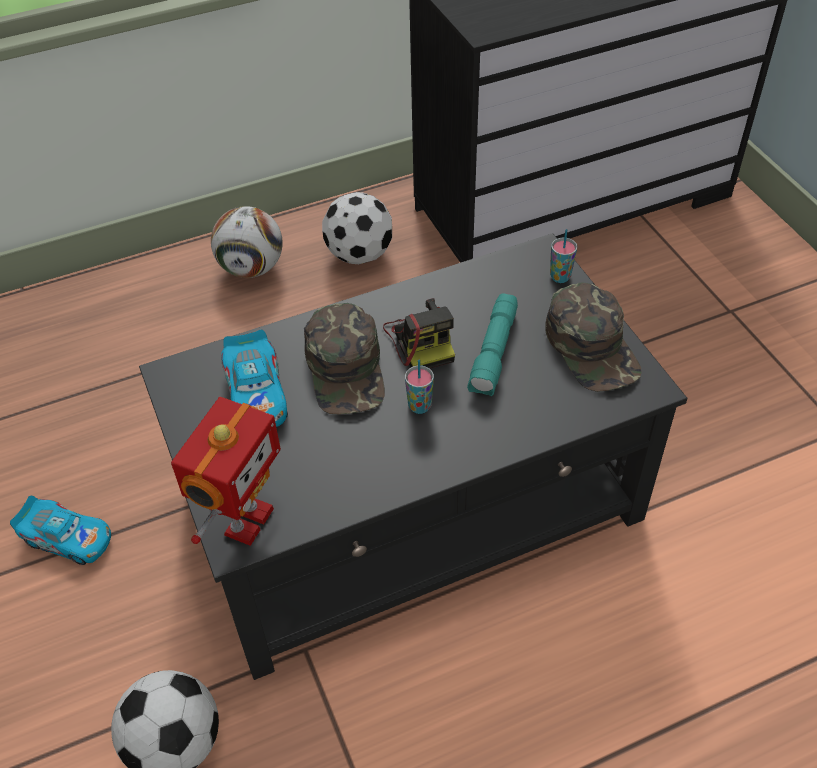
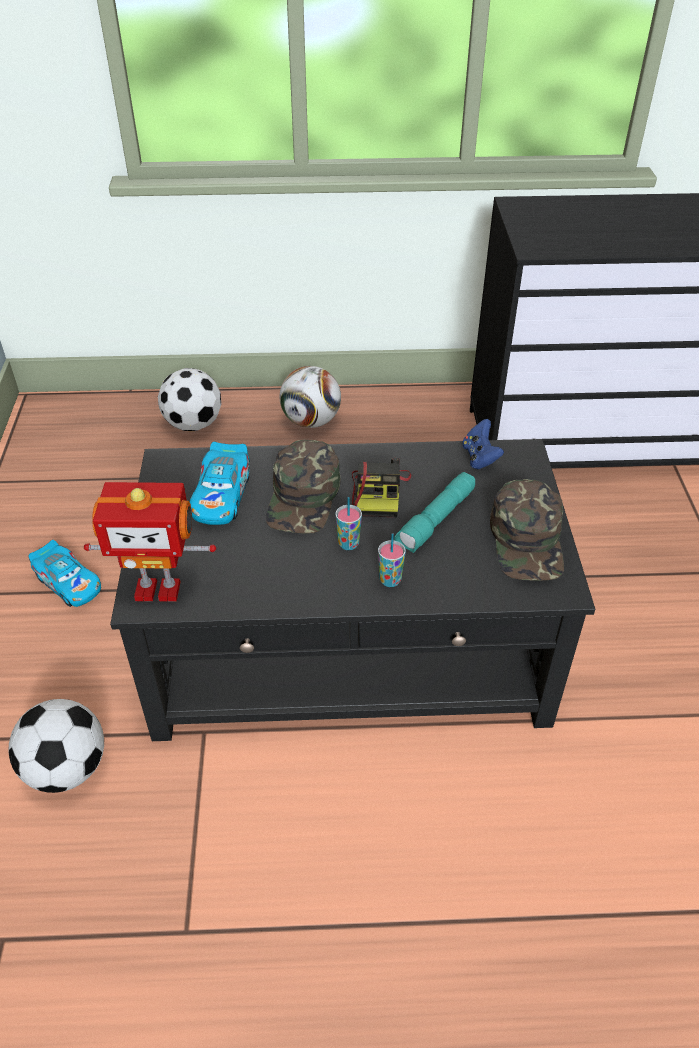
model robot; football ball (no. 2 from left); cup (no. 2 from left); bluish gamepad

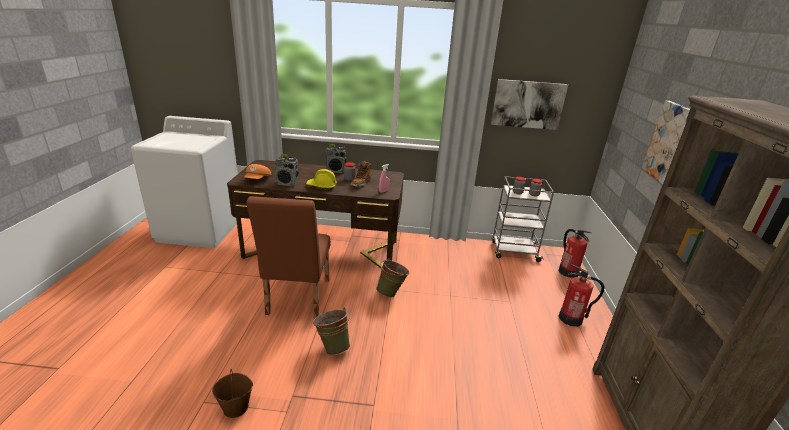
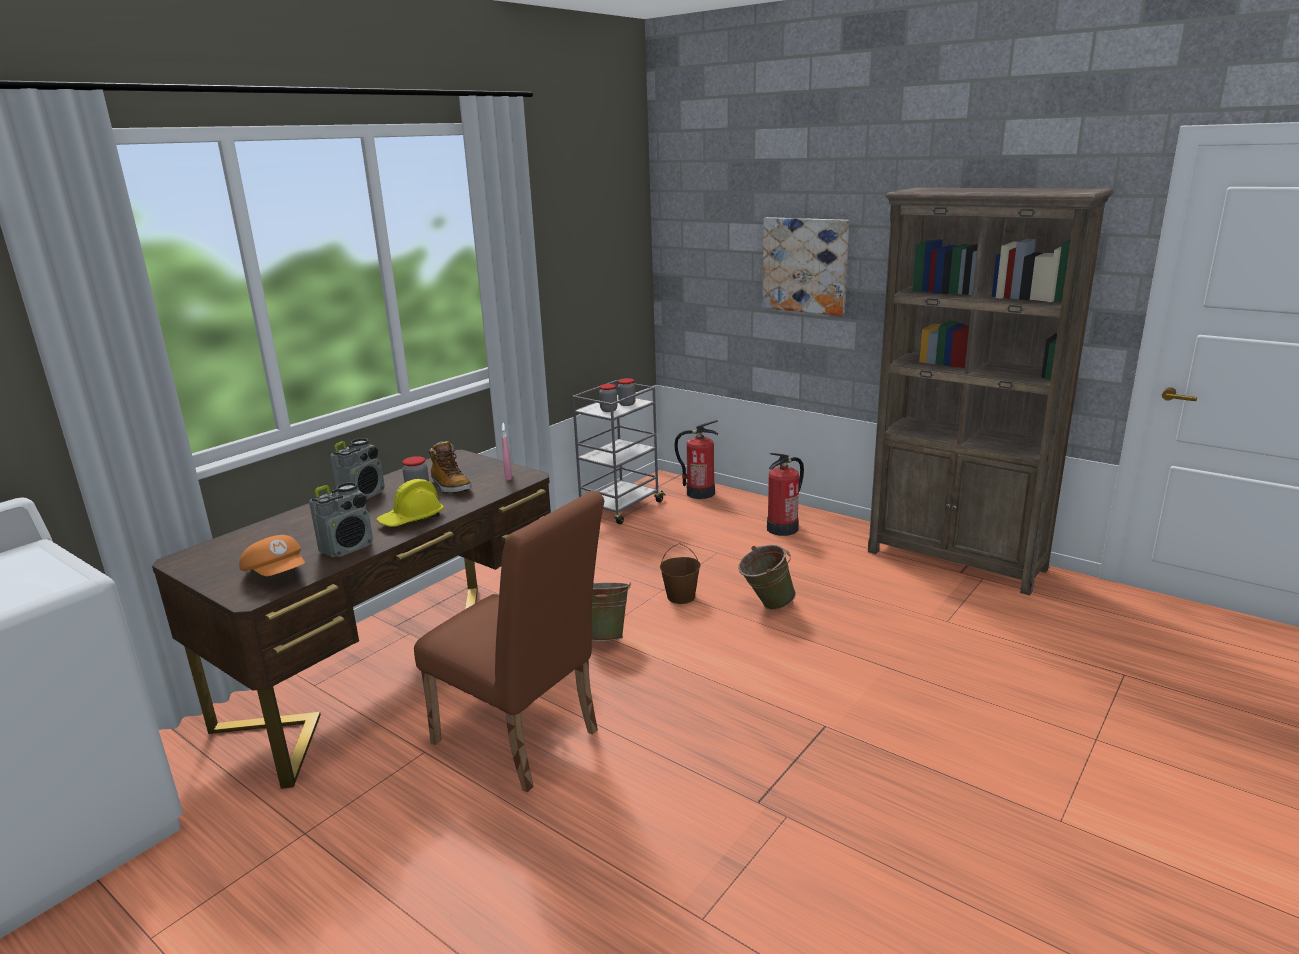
brown-coloured pail; green pail (no. 2 from left); picture (no. 1 from left in the first image)

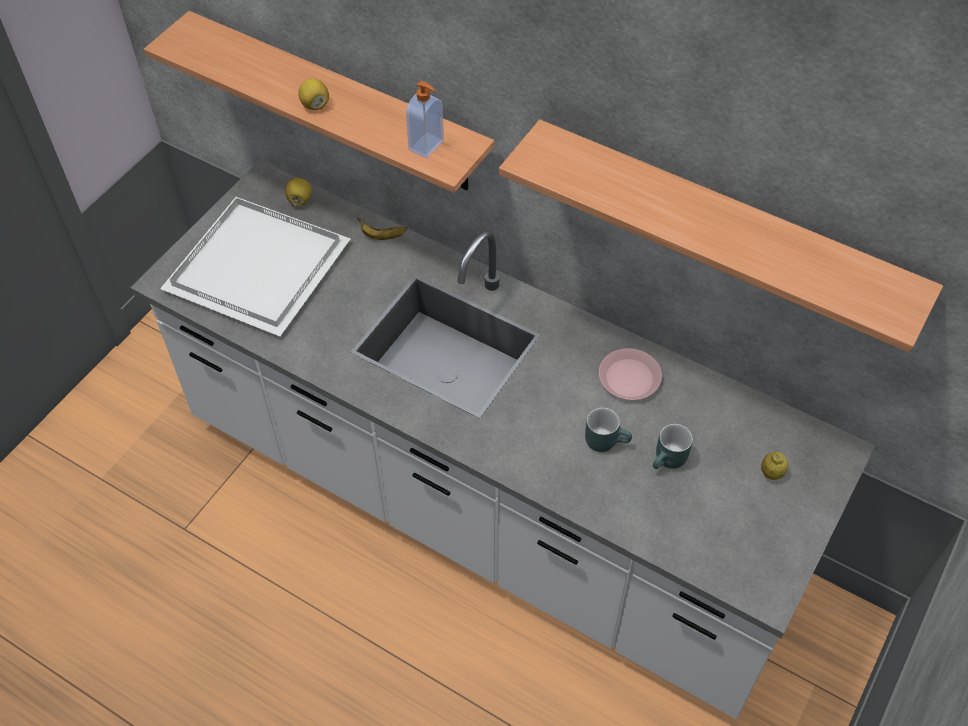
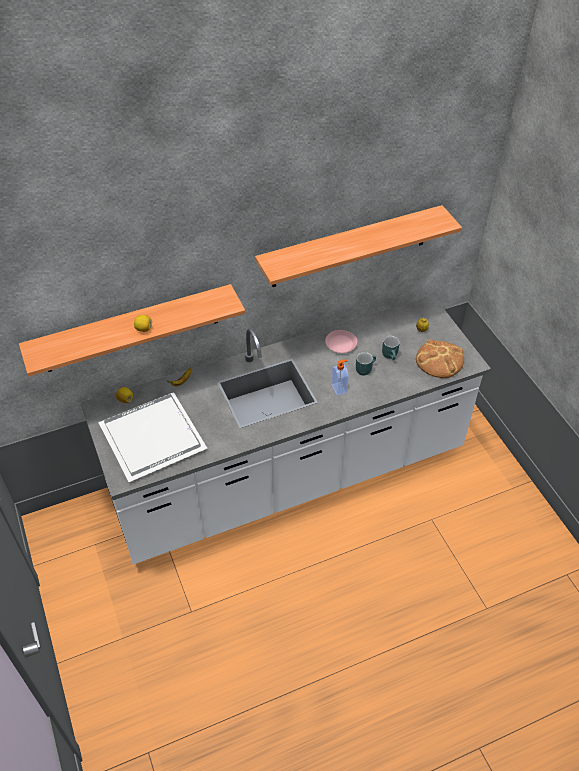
soap bottle; baked bread

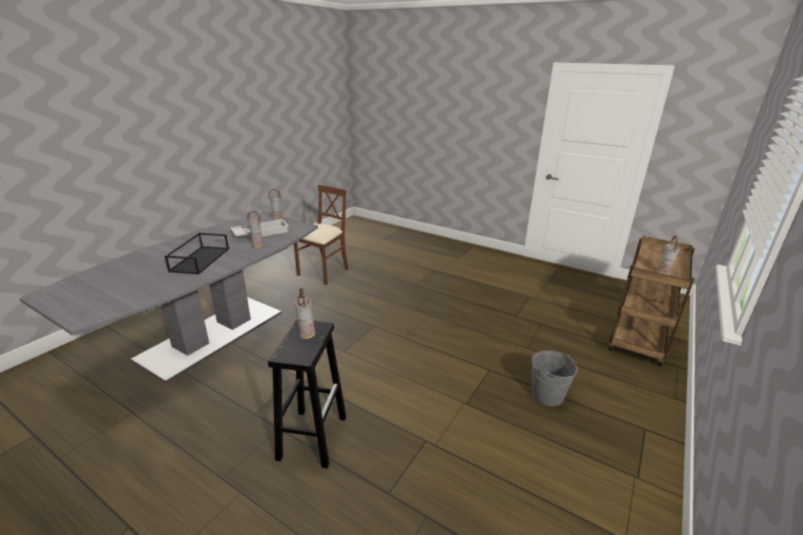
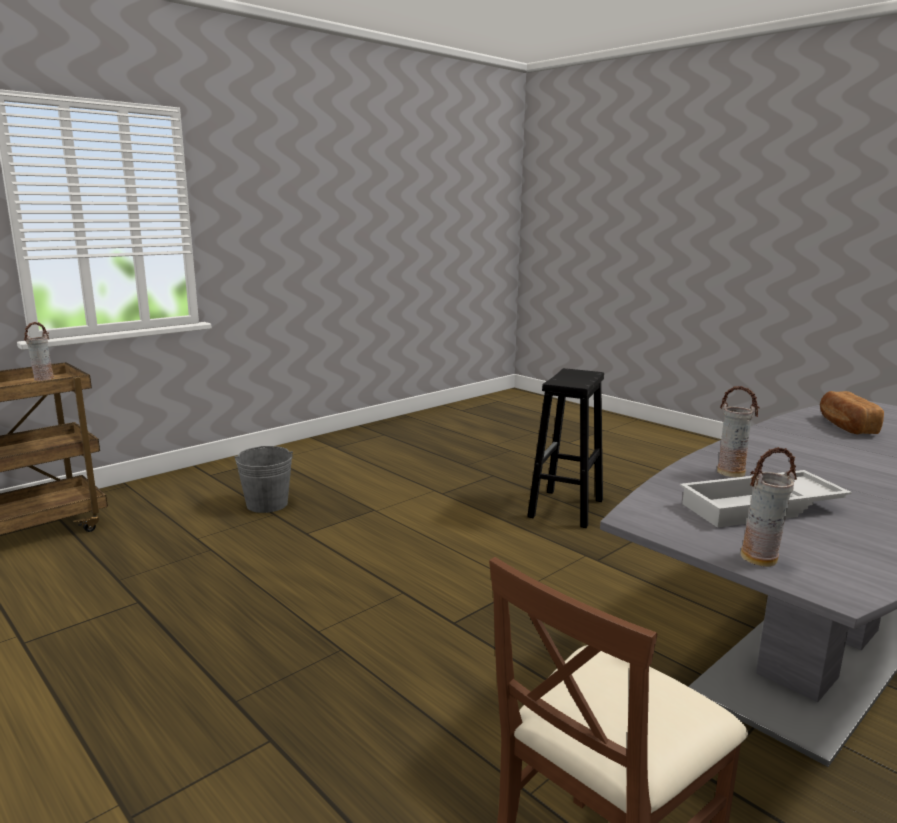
black serving tray; decorative vase (no. 3 from left in the first image); baked bread

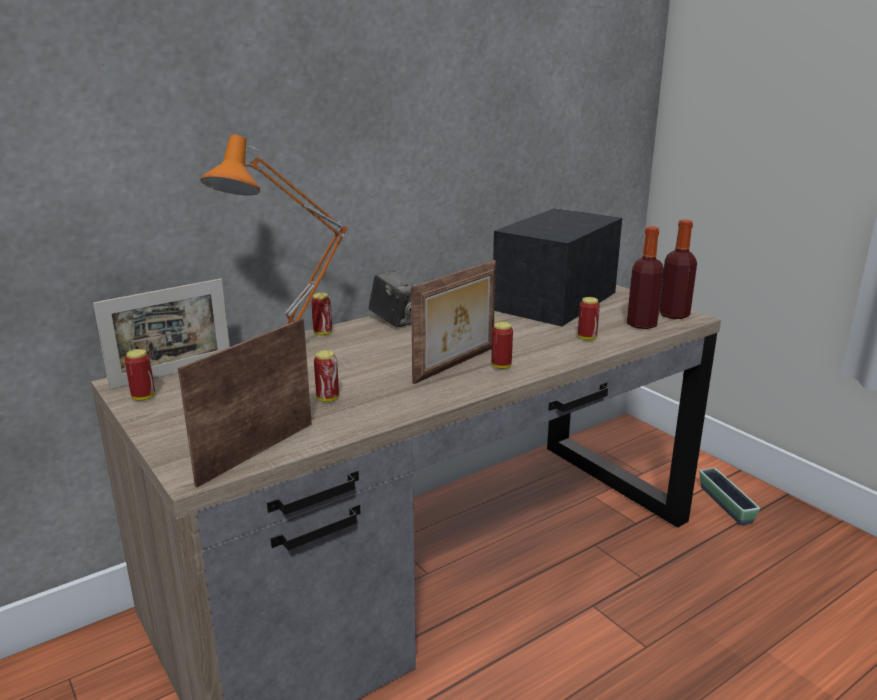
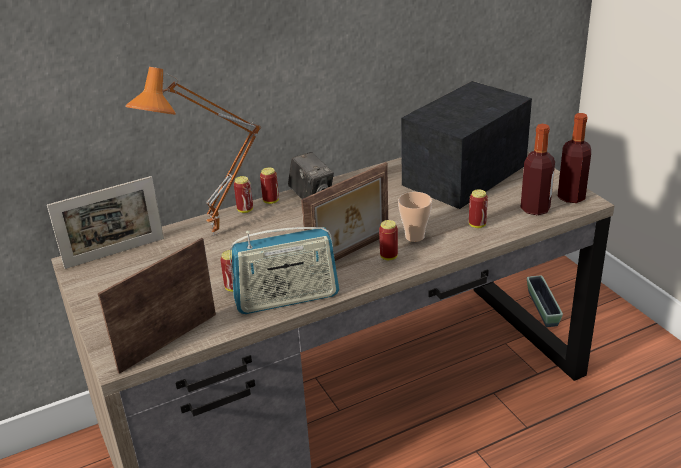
can (no. 3 from left); planter; radio (no. 1 from left); cup

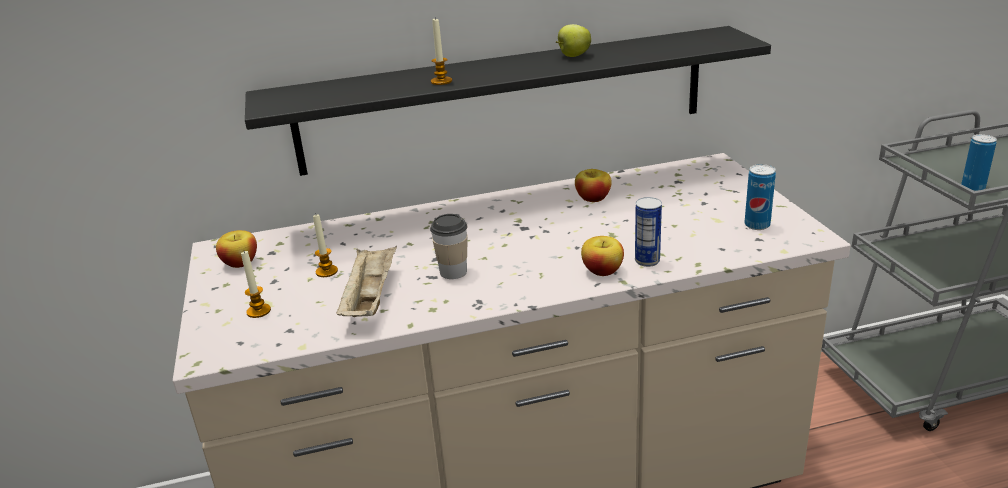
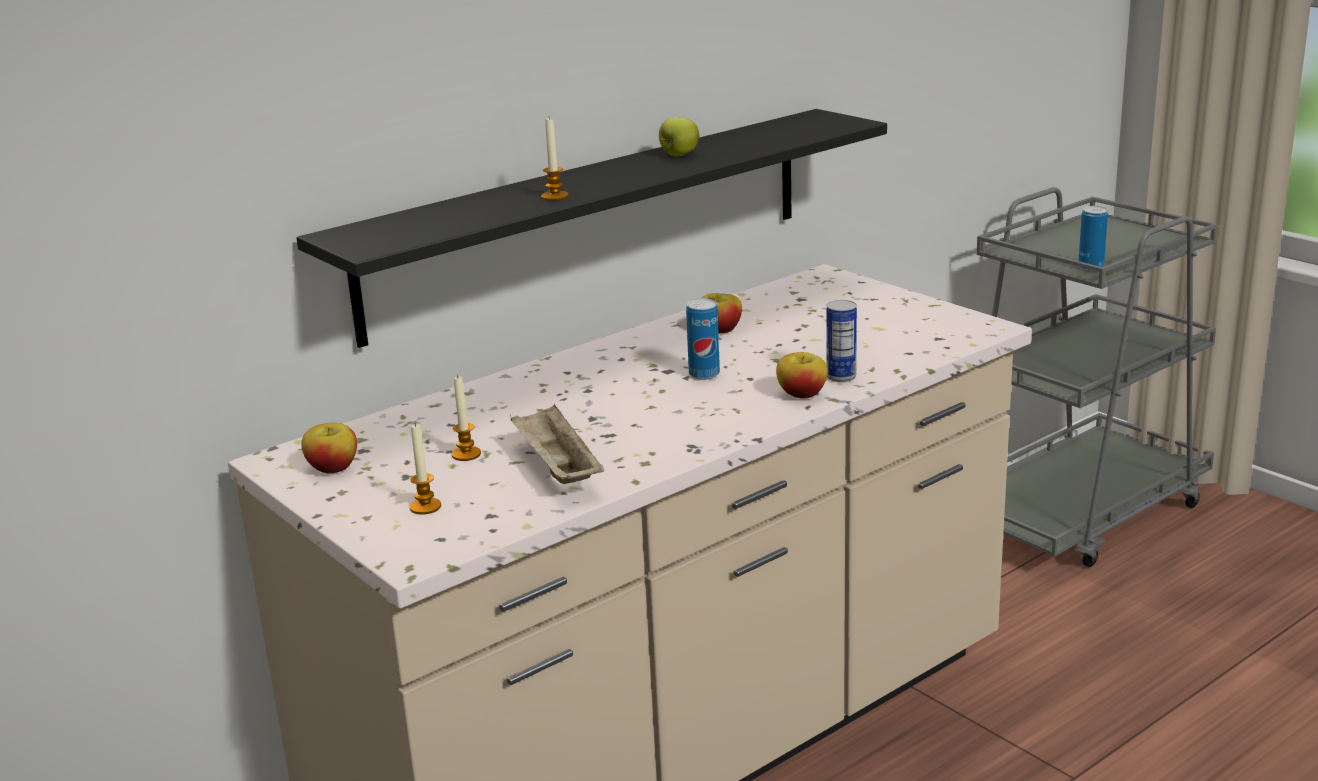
cup; can (no. 1 from left)

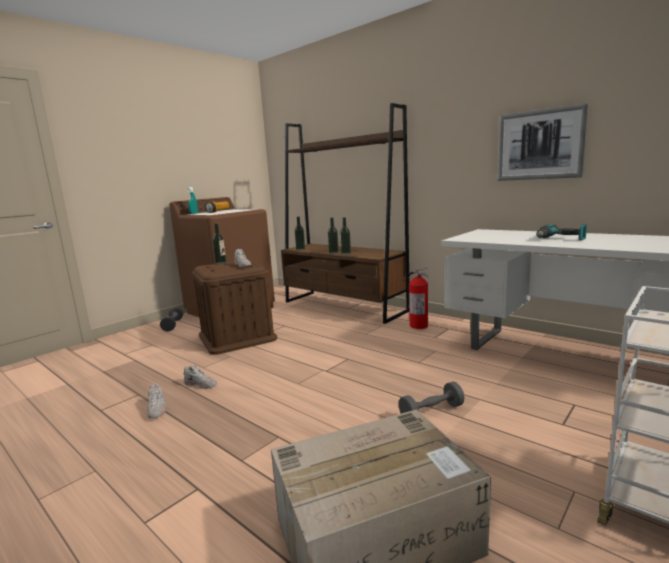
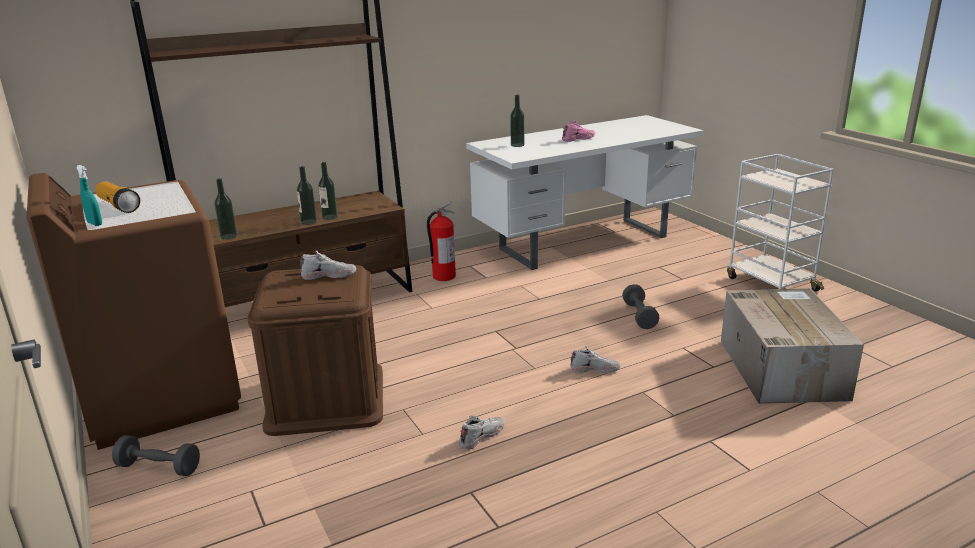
whitish low shoe (no. 3 from left); drink bottle (no. 4 from left); picture; pink low shoe

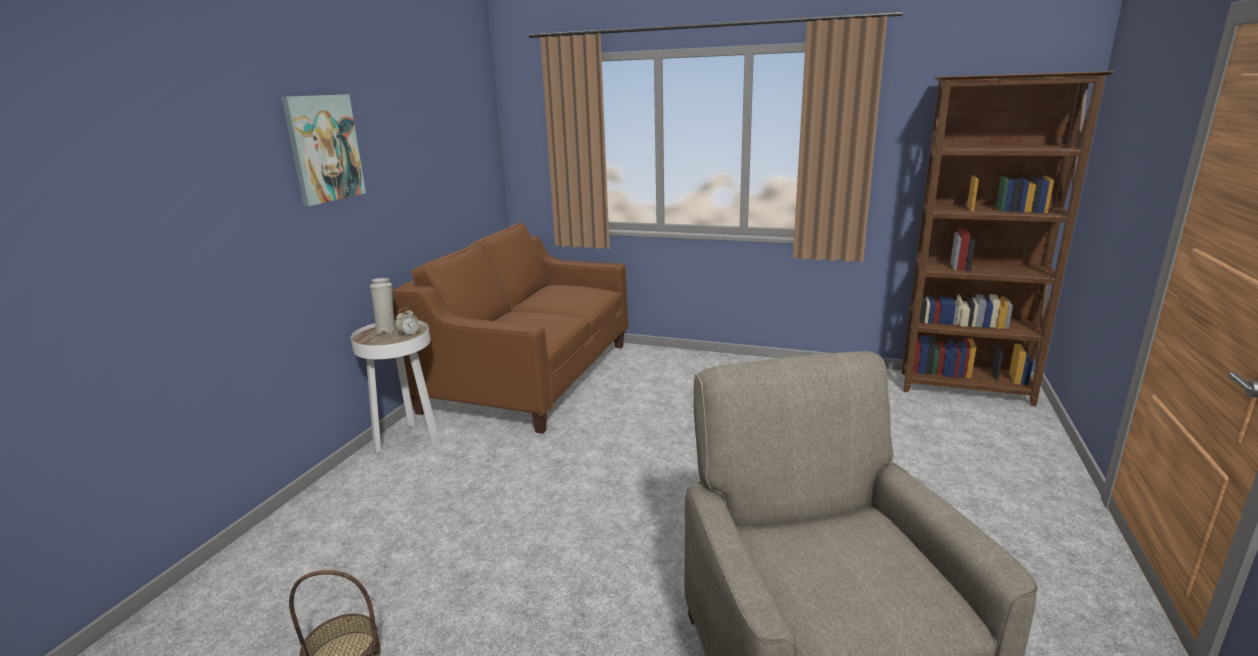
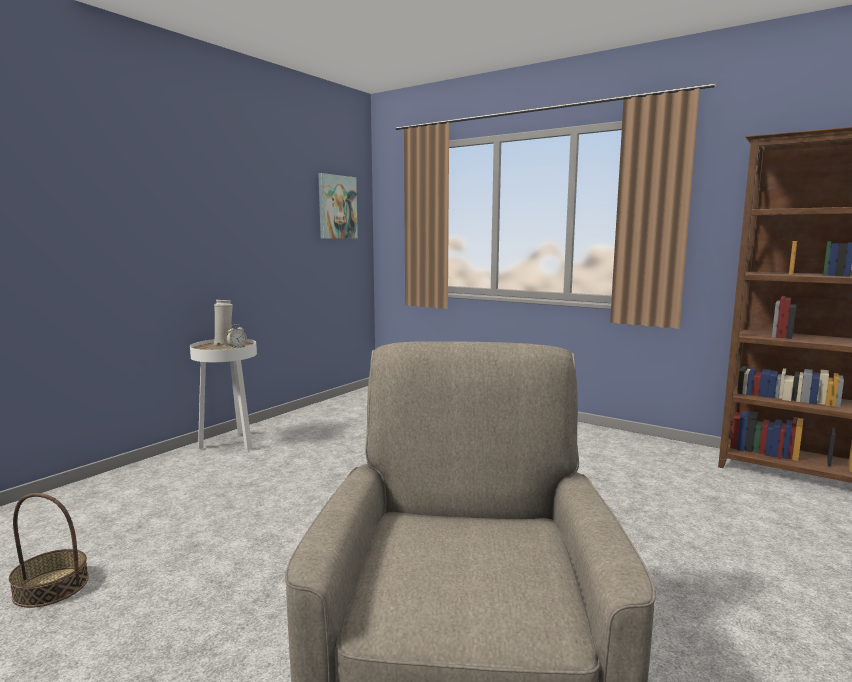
picture; brown-coloured couch

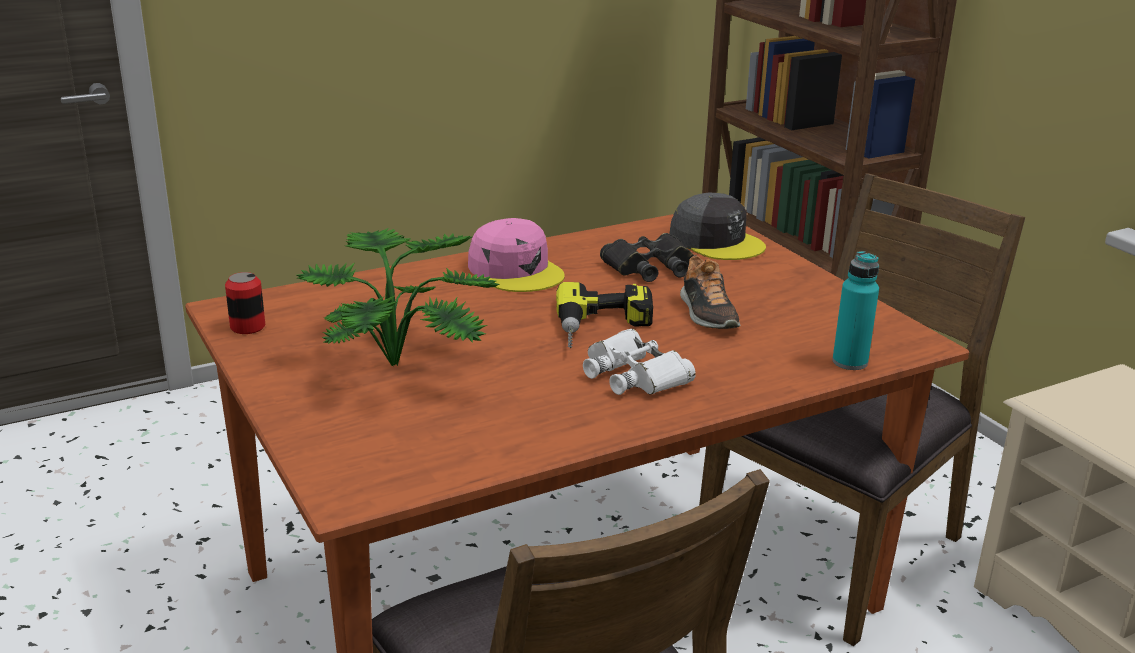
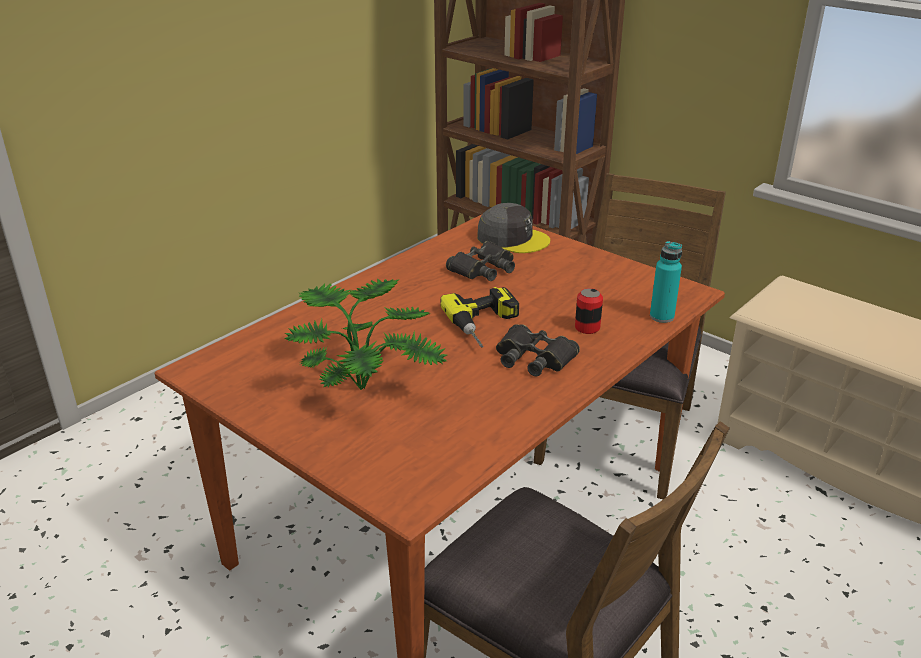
can; pink peaked cap; black binoculars (no. 2 from left); low shoe

